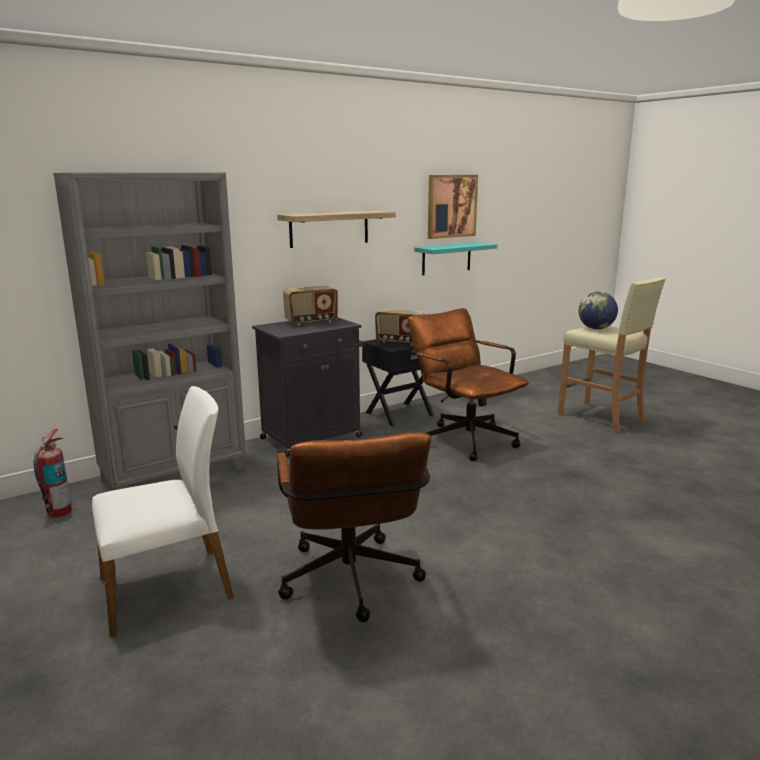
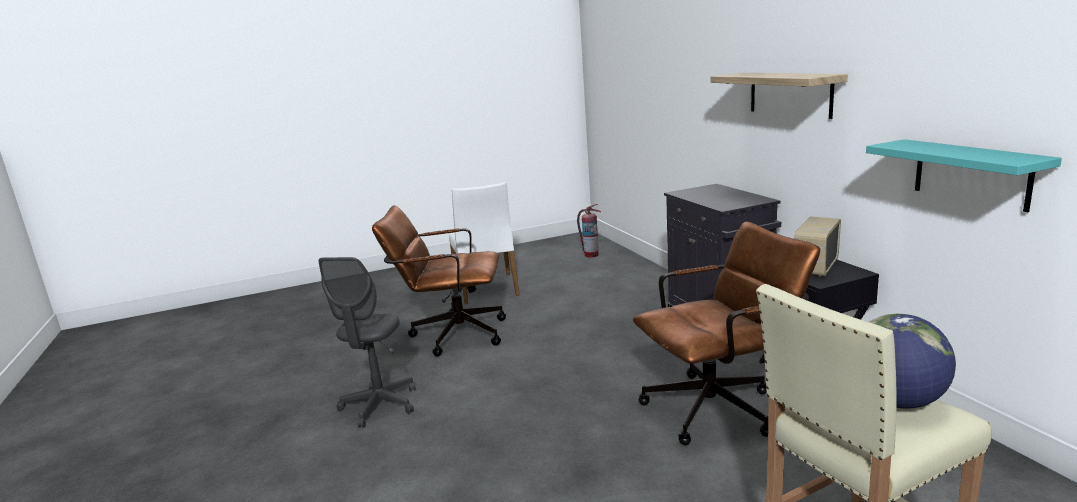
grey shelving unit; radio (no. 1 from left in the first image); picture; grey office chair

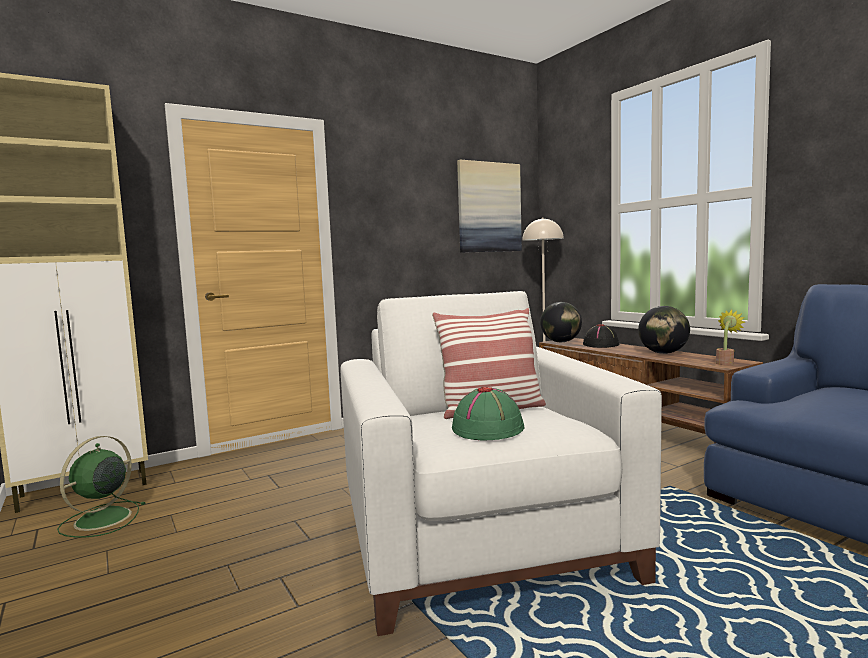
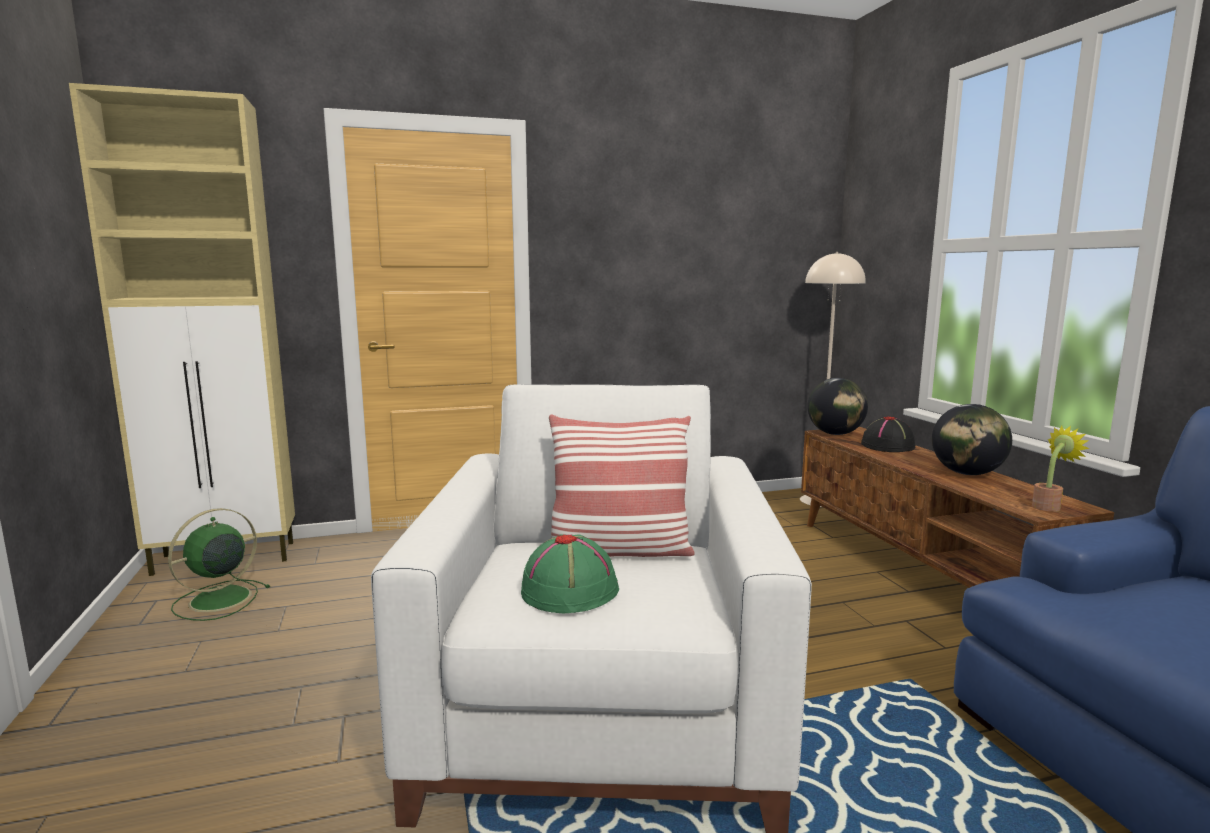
picture

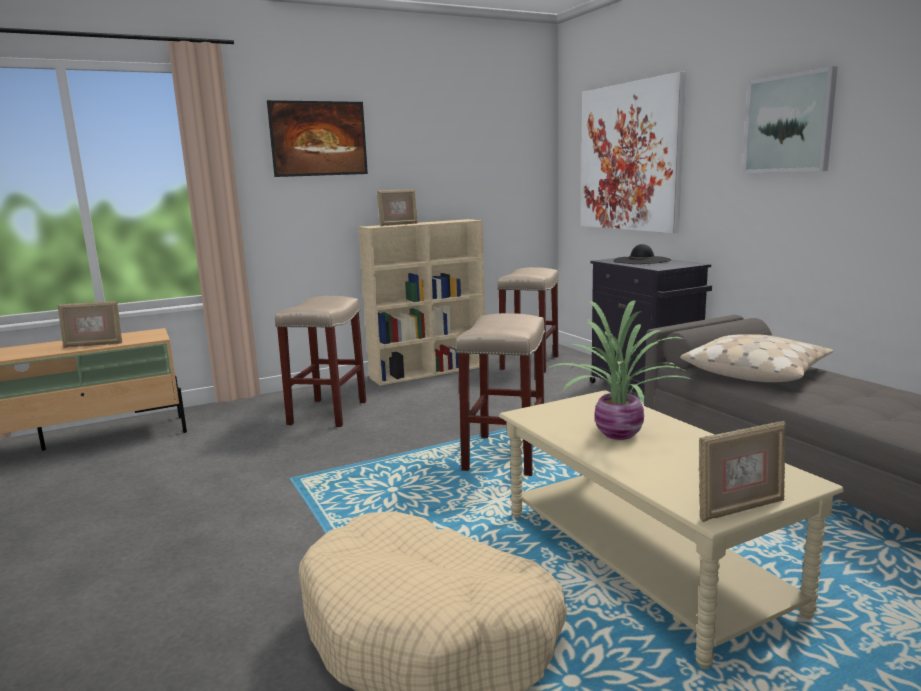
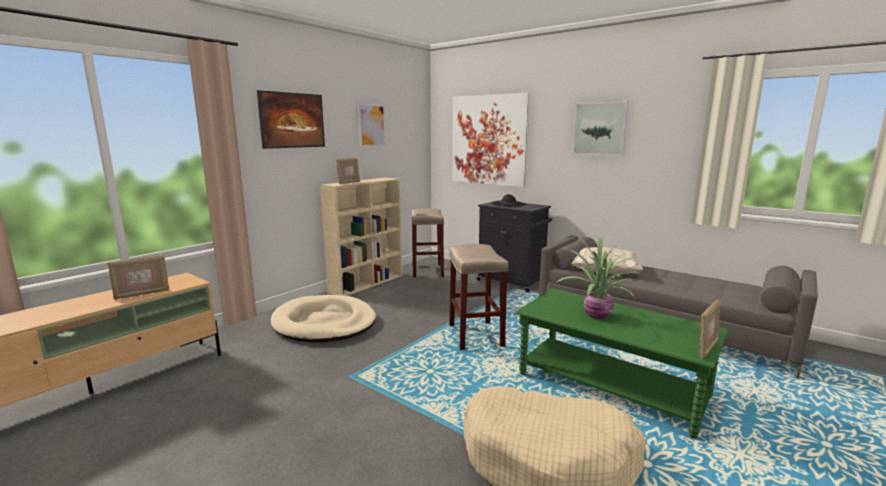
sand-coloured dog cushion (no. 1 from left); green low table; picture (no. 2 from left)

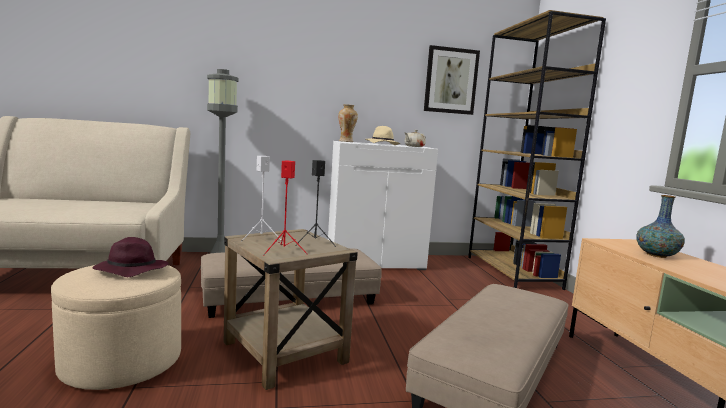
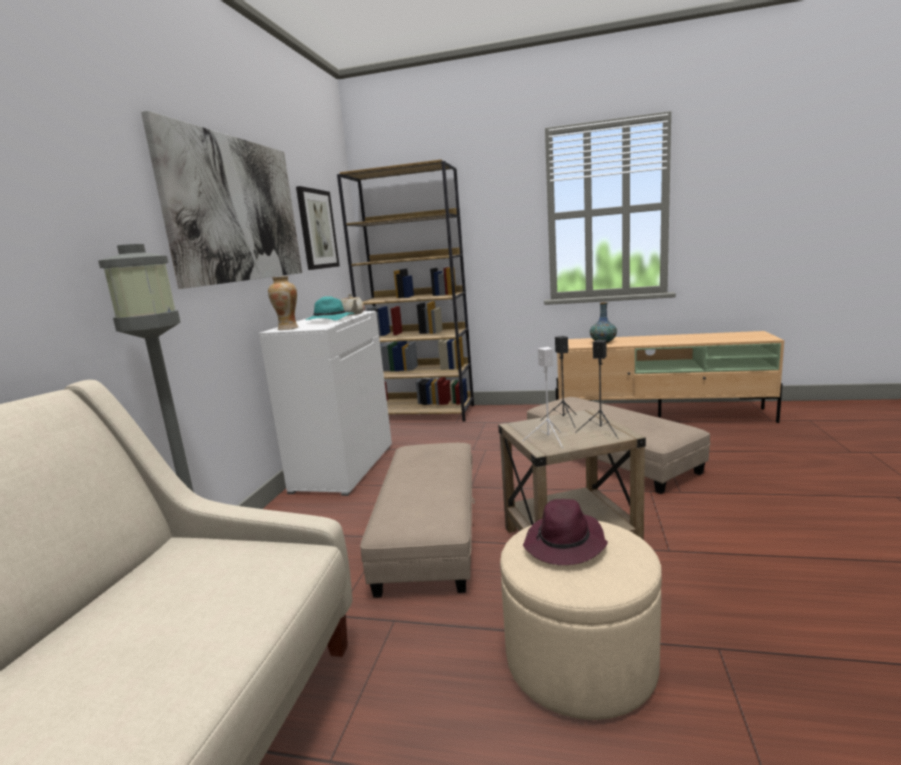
black speaker (no. 2 from left); blue-green hat; picture (no. 1 from left)

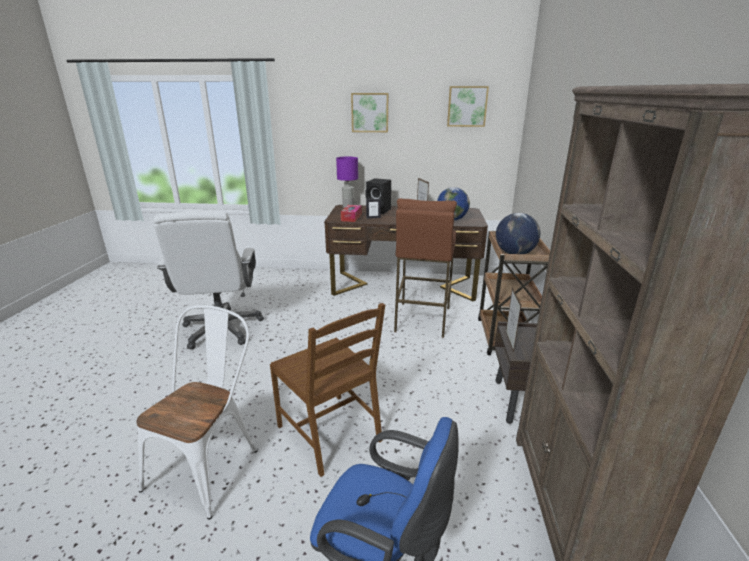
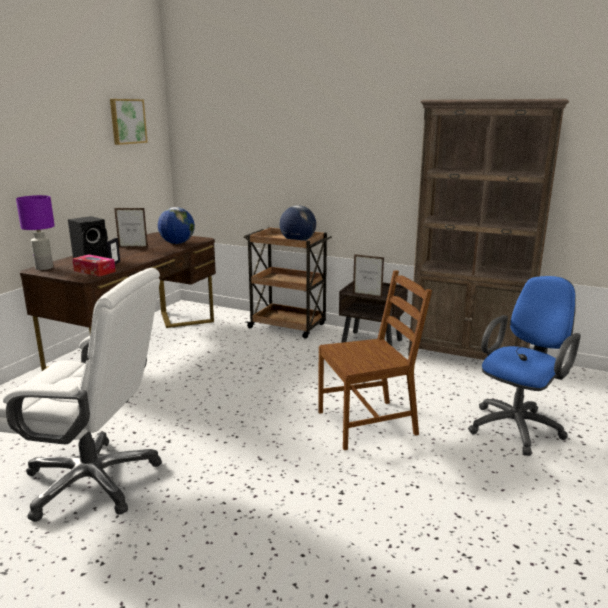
whitish plain chair; picture (no. 1 from left in the first image); brown-coloured stool

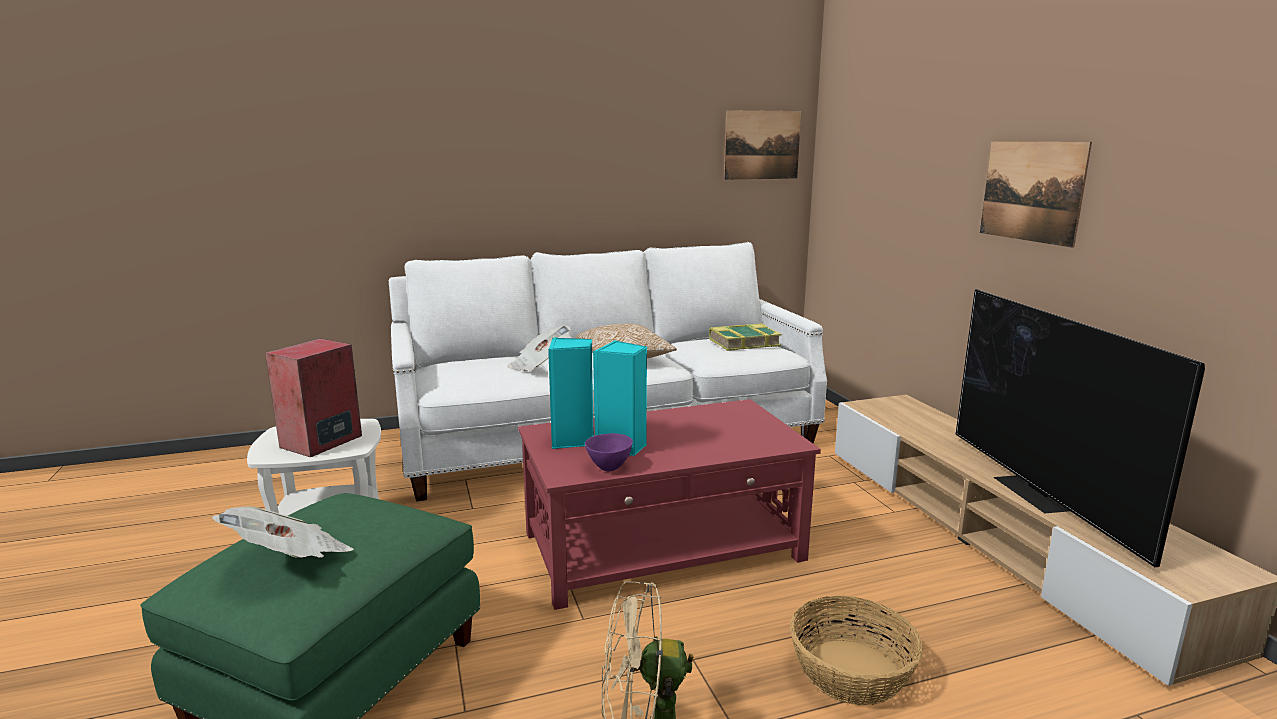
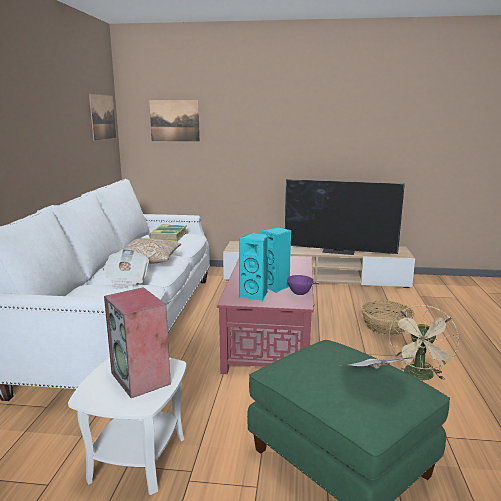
picture (no. 2 from left)

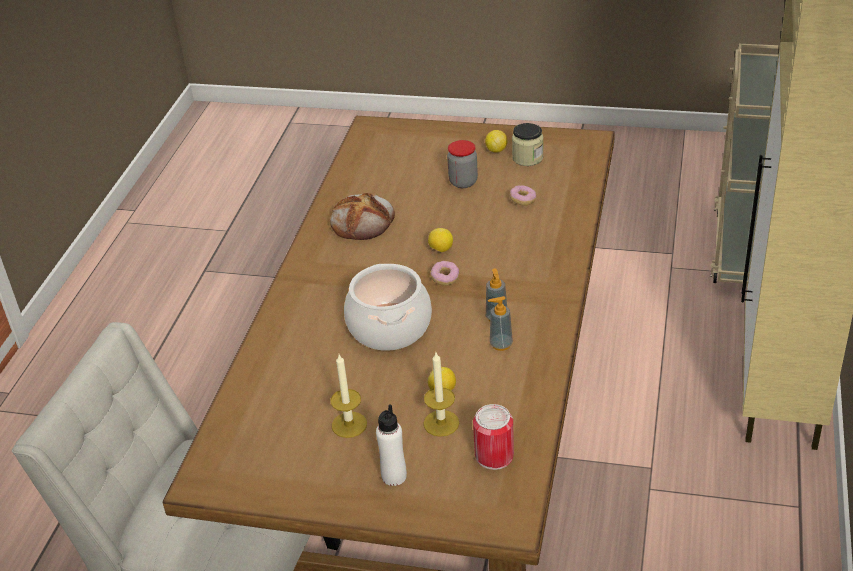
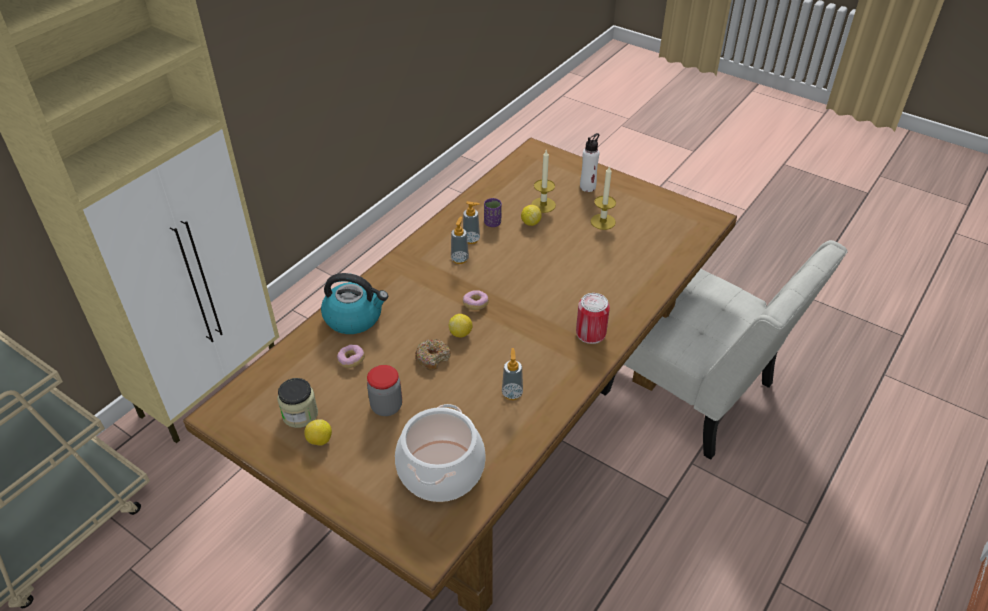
soap bottle (no. 3 from left); stockpot; can; kettle; ring doughnut (no. 2 from left); purplish cup

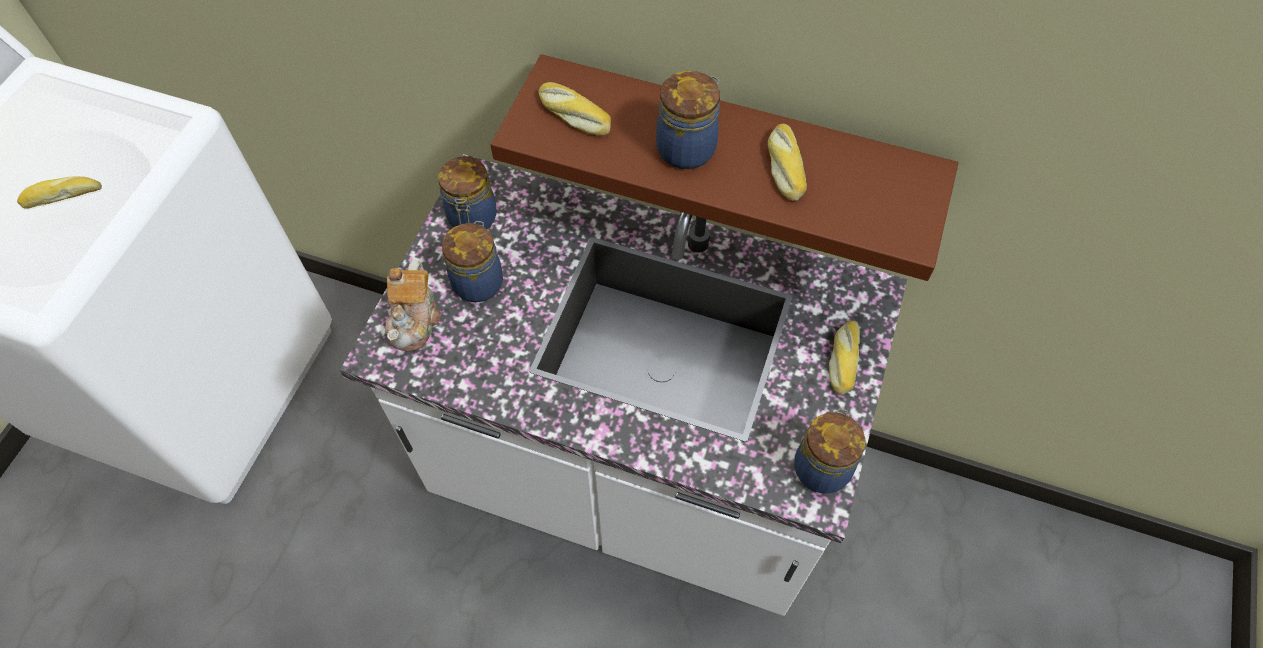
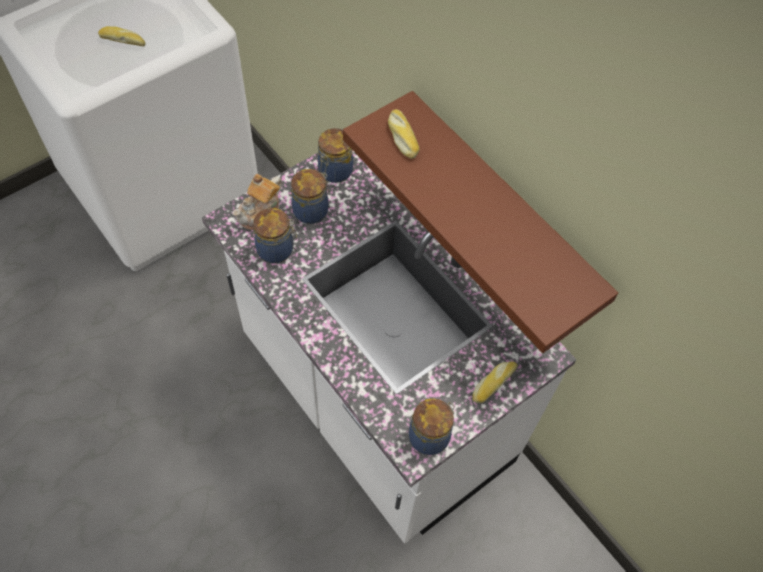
preserve jar (no. 1 from left); baked bread (no. 3 from left in the first image)

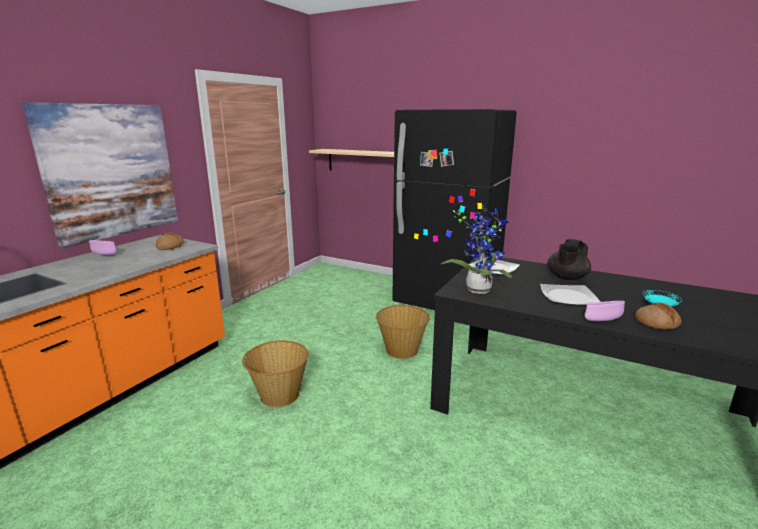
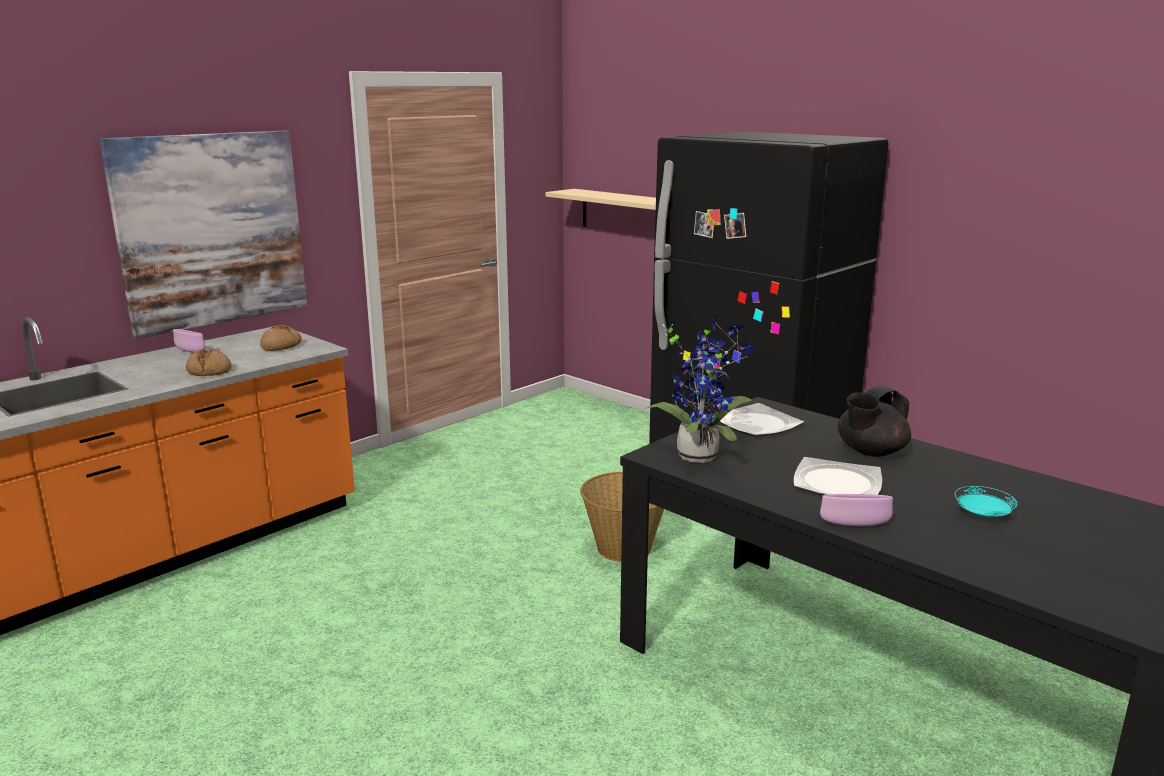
basket (no. 1 from left in the first image); baked bread (no. 1 from left)

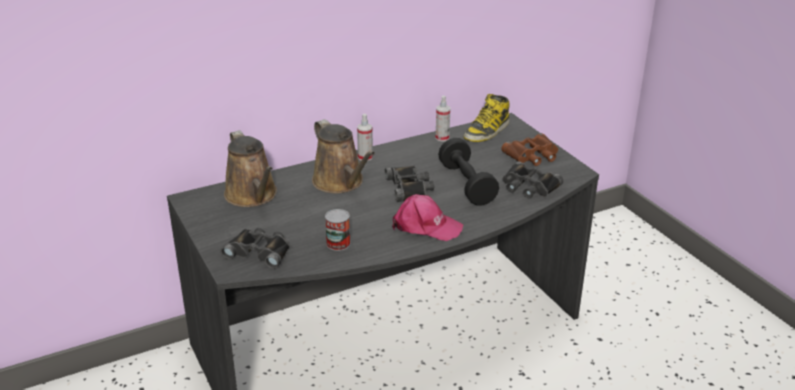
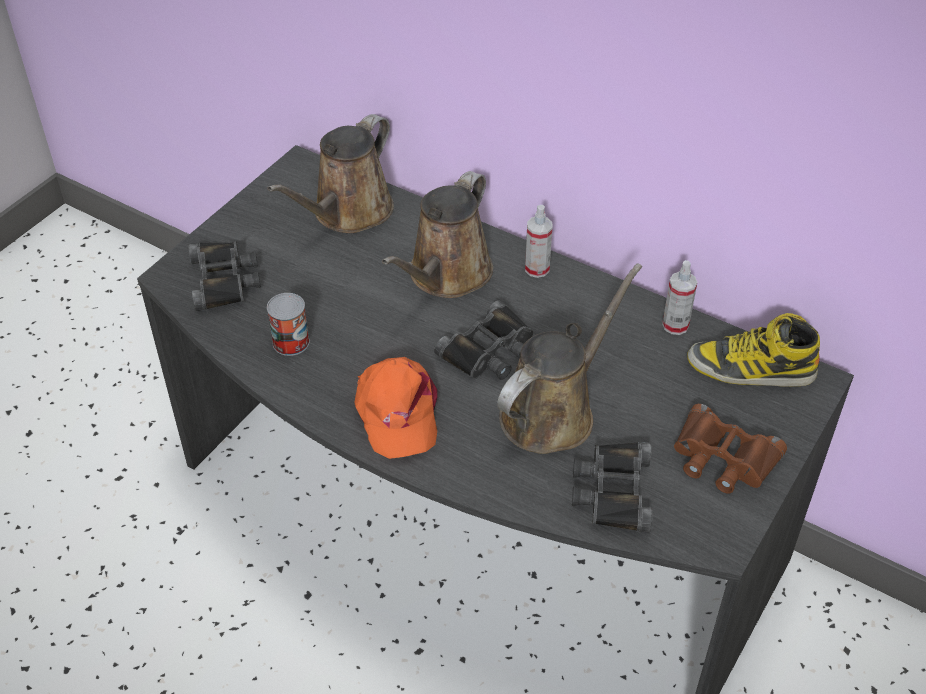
orange peaked cap; brown-coloured watering pot (no. 3 from left)

